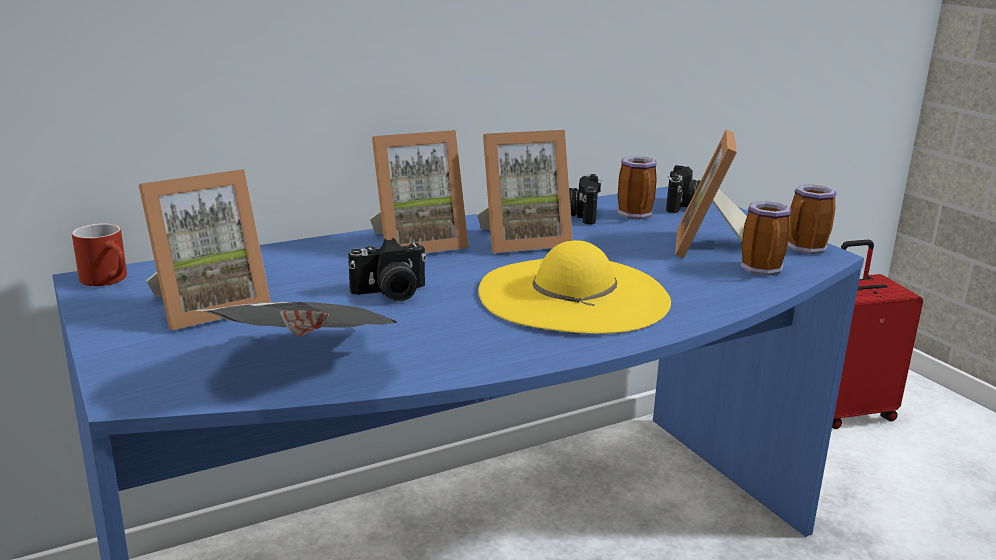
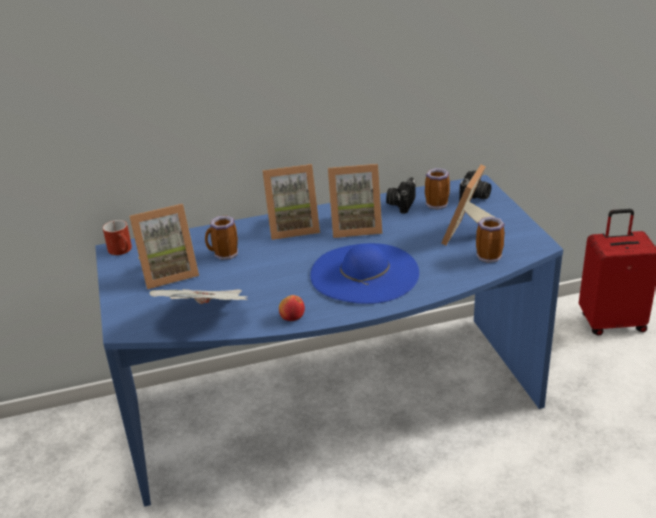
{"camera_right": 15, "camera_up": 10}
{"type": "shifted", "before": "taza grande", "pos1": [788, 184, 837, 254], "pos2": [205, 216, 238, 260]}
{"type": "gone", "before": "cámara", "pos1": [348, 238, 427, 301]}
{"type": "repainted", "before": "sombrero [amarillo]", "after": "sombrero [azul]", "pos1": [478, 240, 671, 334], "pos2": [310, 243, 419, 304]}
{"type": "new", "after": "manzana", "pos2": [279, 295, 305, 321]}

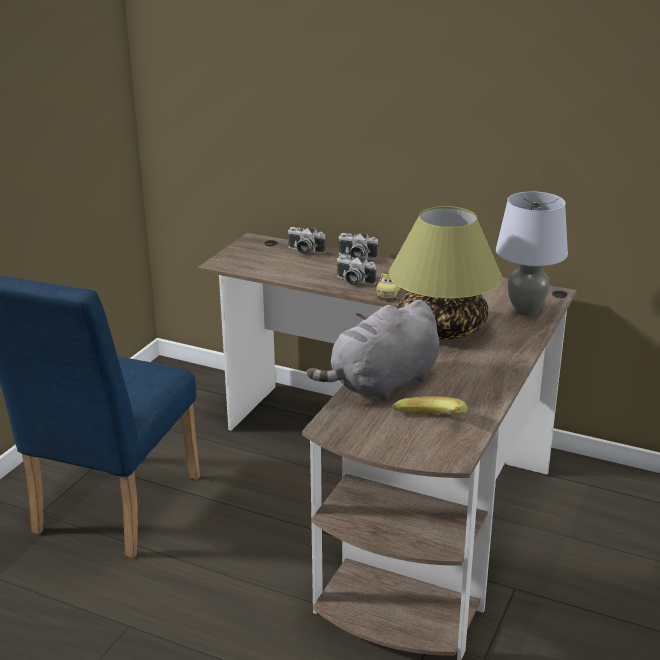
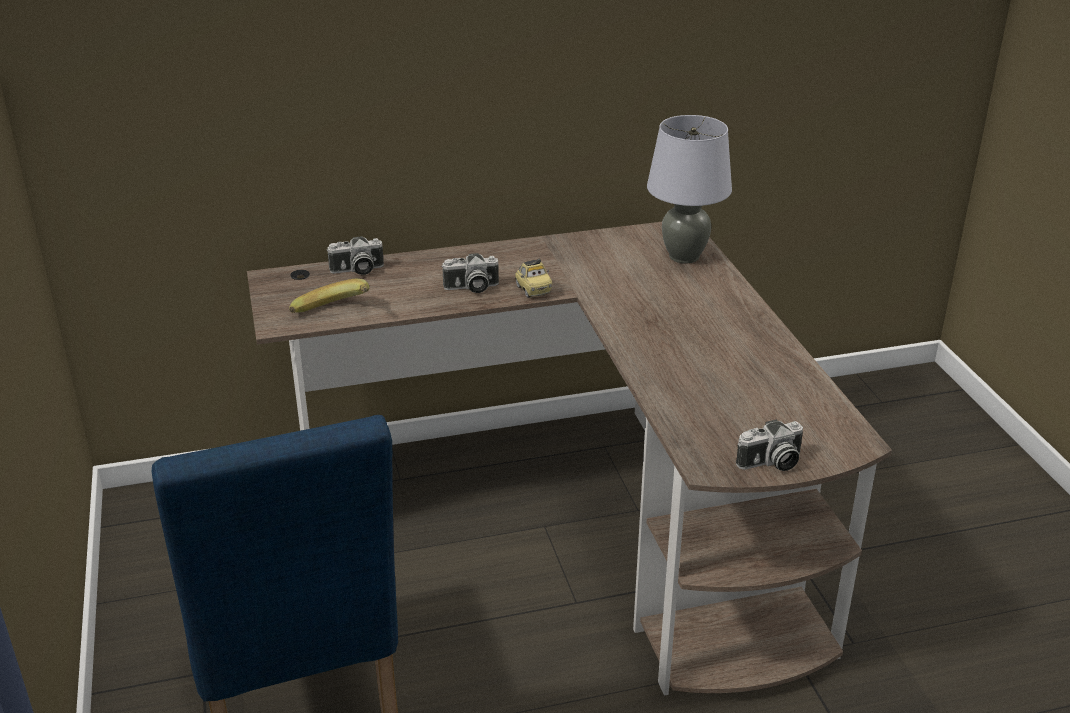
{"camera_right": -40, "camera_up": 5}
{"type": "gone", "before": "lámpara de mesa", "pos1": [389, 206, 502, 340]}
{"type": "shifted", "before": "cámara", "pos1": [338, 233, 378, 259], "pos2": [736, 419, 803, 471]}
{"type": "gone", "before": "peluche [gris]", "pos1": [307, 300, 439, 401]}
{"type": "shifted", "before": "plátano", "pos1": [392, 396, 467, 415], "pos2": [289, 279, 370, 313]}

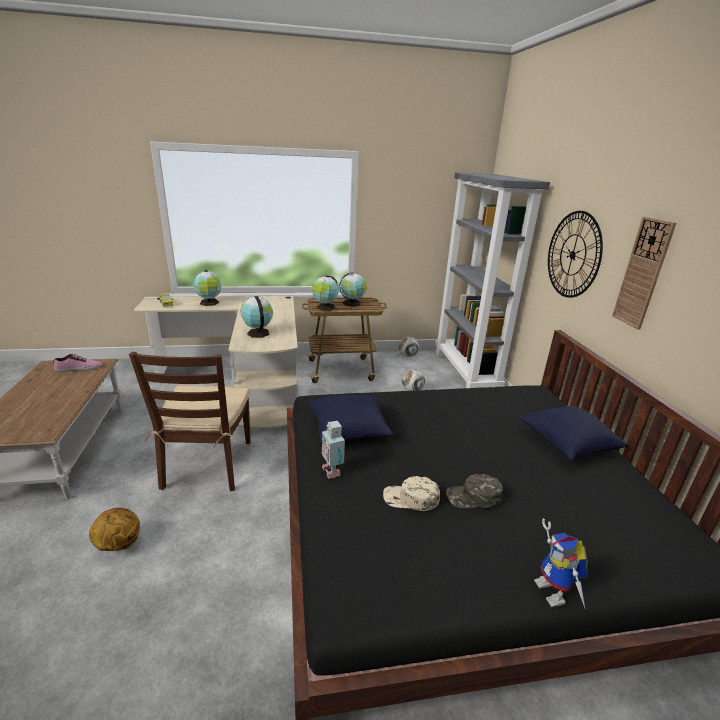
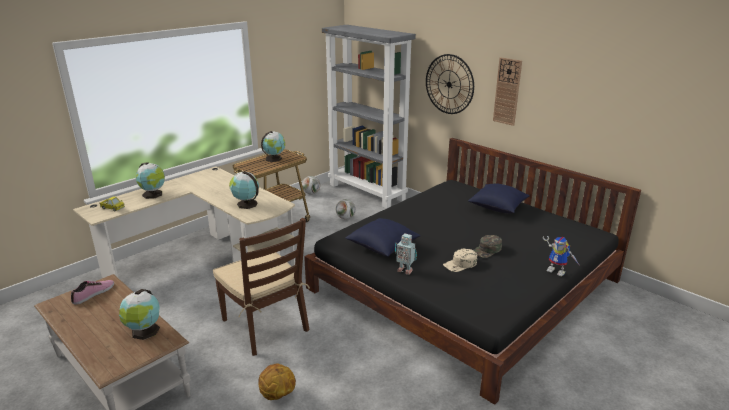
{"camera_right": -35, "camera_up": 0}
{"type": "shifted", "before": "globo terráqueo", "pos1": [312, 275, 339, 311], "pos2": [119, 289, 160, 340]}

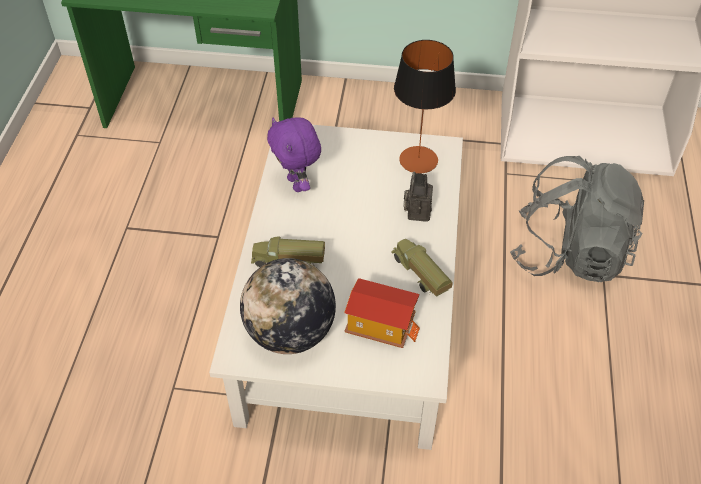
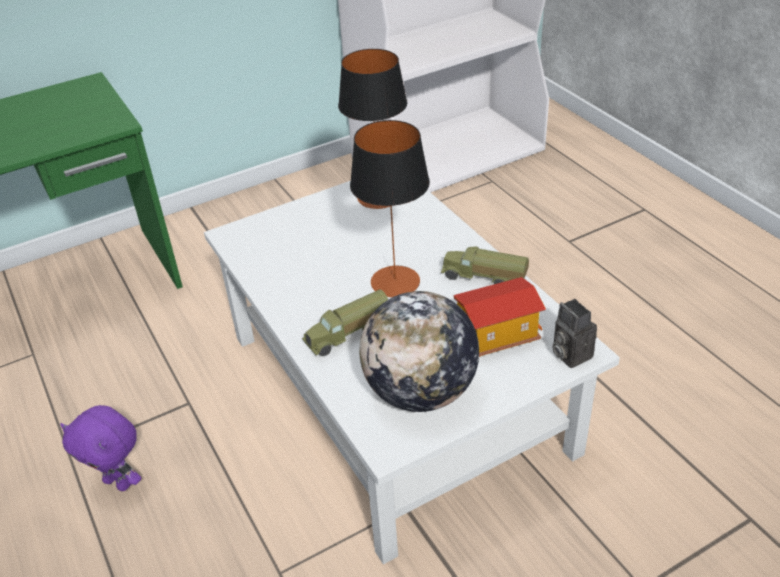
{"camera_right": -35, "camera_up": -10}
{"type": "shifted", "before": "peluche [morado]", "pos1": [267, 118, 321, 192], "pos2": [60, 405, 141, 491]}
{"type": "gone", "before": "mochila [gris]", "pos1": [510, 156, 645, 282]}
{"type": "shifted", "before": "cámara", "pos1": [403, 171, 433, 222], "pos2": [552, 299, 597, 368]}
{"type": "new", "after": "lámpara de mesa", "pos2": [350, 120, 430, 297]}

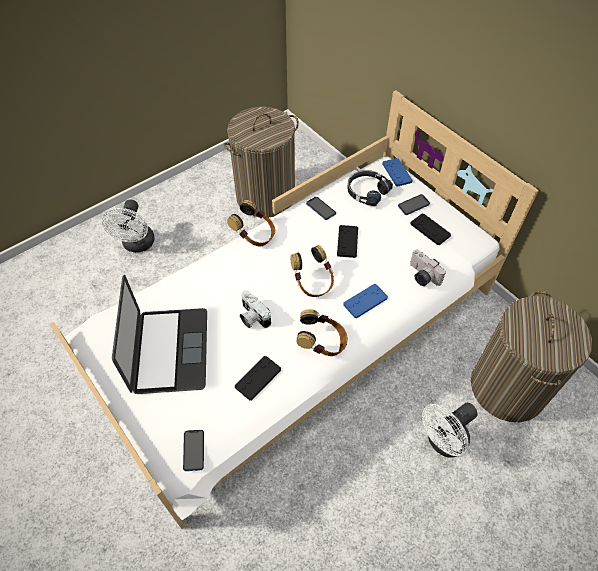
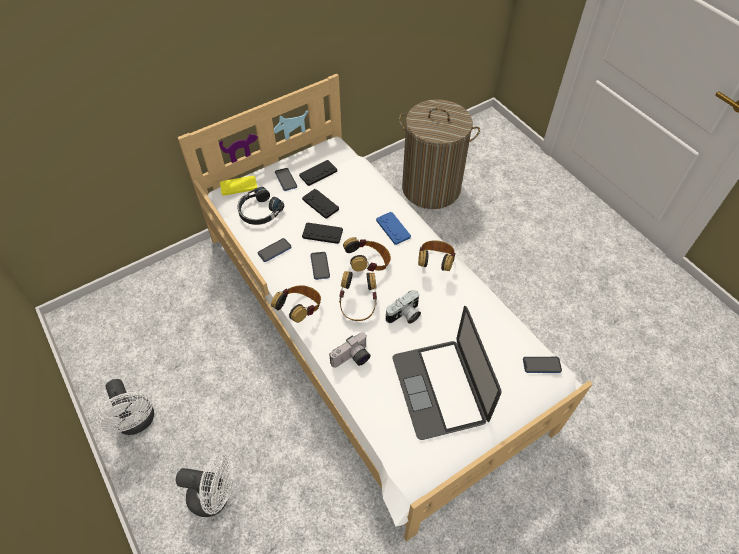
{"camera_right": -85, "camera_up": 0}
{"type": "gone", "before": "cesto de la ropa", "pos1": [224, 107, 299, 218]}
{"type": "repainted", "before": "mando de consola [azul]", "after": "mando de consola [amarillo]", "pos1": [382, 158, 413, 187], "pos2": [220, 175, 257, 196]}
{"type": "shifted", "before": "cámara", "pos1": [410, 250, 446, 286], "pos2": [329, 332, 370, 368]}
{"type": "rotated", "before": "portátil", "pos1": [112, 275, 207, 394], "pos2": [393, 306, 501, 440], "turn": -105}
{"type": "shifted", "before": "mando de consola [negro]", "pos1": [235, 356, 281, 401], "pos2": [302, 189, 339, 219]}
{"type": "shifted", "before": "ventilador [blanco]", "pos1": [422, 403, 478, 458], "pos2": [95, 379, 154, 435]}
{"type": "new", "after": "móvil", "pos2": [310, 252, 330, 280]}
{"type": "new", "after": "auriculares", "pos2": [339, 271, 377, 321]}

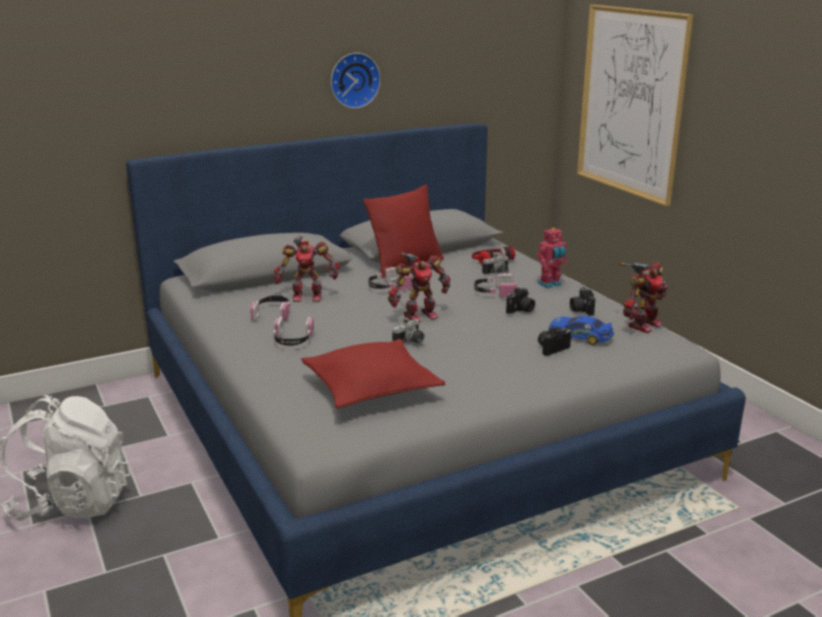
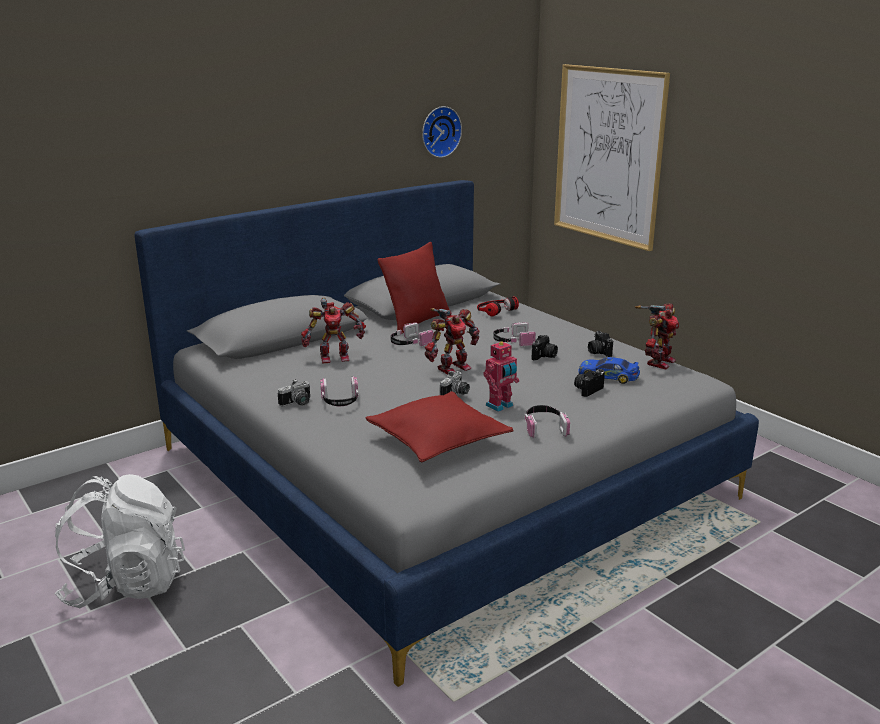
{"camera_right": -10, "camera_up": 0}
{"type": "shifted", "before": "reloj de pared", "pos1": [331, 53, 381, 109], "pos2": [422, 106, 462, 158]}
{"type": "shifted", "before": "robot de juguete", "pos1": [537, 227, 568, 289], "pos2": [484, 341, 519, 412]}
{"type": "shifted", "before": "cámara", "pos1": [482, 253, 509, 275], "pos2": [278, 379, 310, 407]}
{"type": "shifted", "before": "auriculares", "pos1": [250, 295, 291, 322], "pos2": [524, 405, 570, 438]}

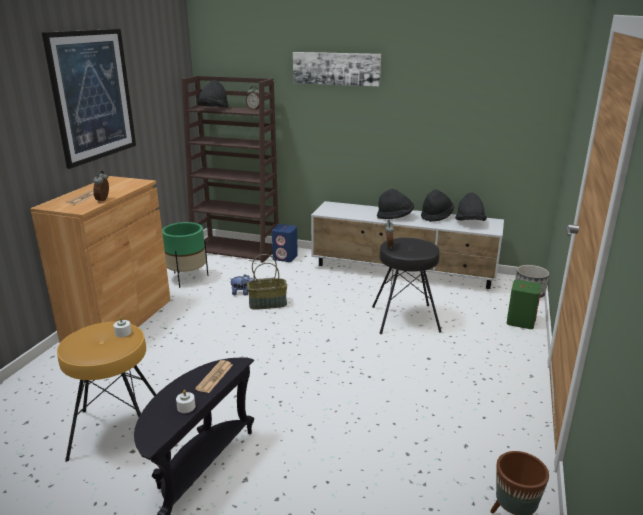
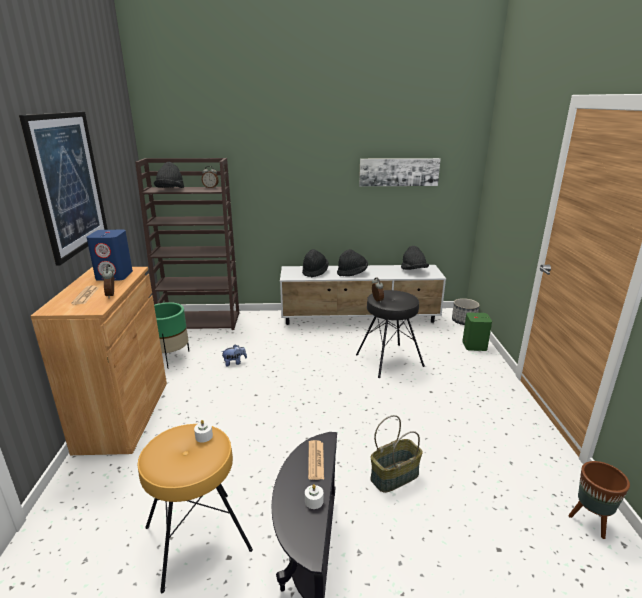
{"camera_right": -20, "camera_up": 0}
{"type": "shifted", "before": "cuadro", "pos1": [293, 52, 381, 87], "pos2": [359, 158, 441, 186]}
{"type": "shifted", "before": "sombrero [negro]", "pos1": [421, 190, 454, 222], "pos2": [302, 249, 329, 277]}
{"type": "shifted", "before": "altavoz [azul]", "pos1": [272, 224, 298, 262], "pos2": [87, 230, 133, 281]}
{"type": "shifted", "before": "cesta", "pos1": [247, 254, 287, 310], "pos2": [370, 415, 423, 493]}

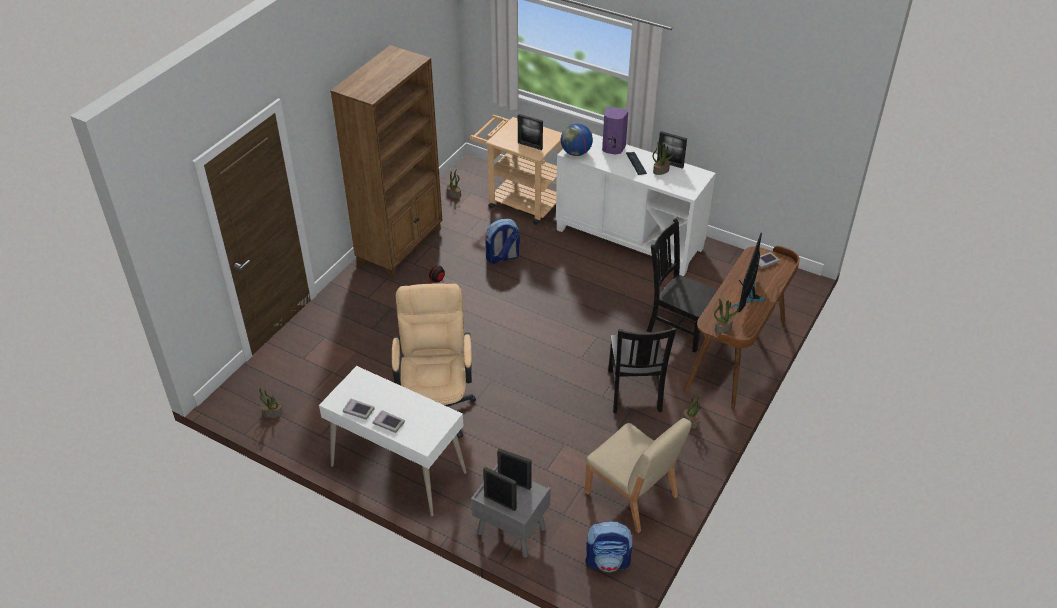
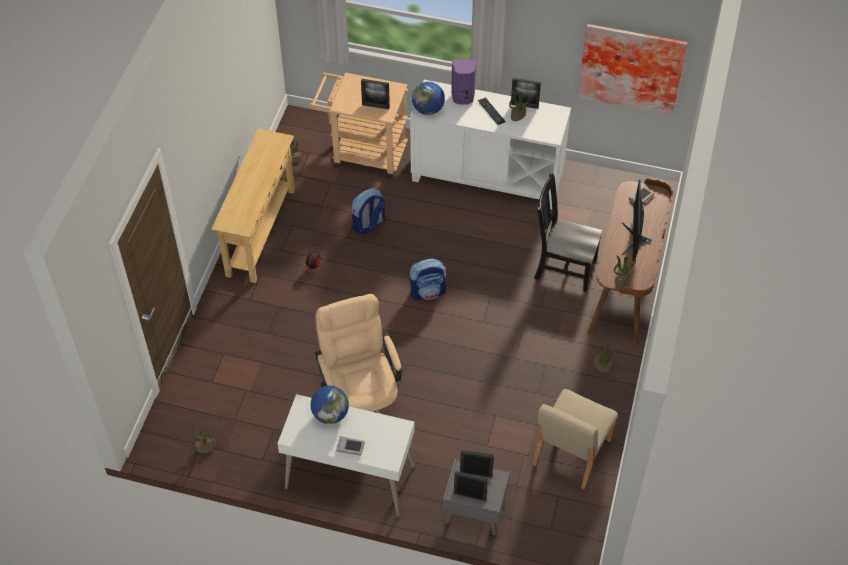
{"camera_right": -15, "camera_up": 10}
{"type": "swapped", "before": "estantería [marrón]", "after": "mesa consola [beis]", "pos1": [330, 45, 443, 278], "pos2": [211, 129, 295, 283]}
{"type": "gone", "before": "silla [negro]", "pos1": [608, 328, 676, 414]}
{"type": "gone", "before": "libro", "pos1": [343, 398, 374, 420]}
{"type": "rotated", "before": "silla [beis]", "pos1": [585, 418, 692, 533], "pos2": [532, 389, 618, 490], "turn": 90}
{"type": "shifted", "before": "mochila", "pos1": [586, 521, 634, 572], "pos2": [409, 258, 446, 300]}
{"type": "new", "after": "cuadro", "pos2": [578, 24, 688, 115]}
{"type": "new", "after": "globo terráqueo", "pos2": [311, 386, 349, 424]}

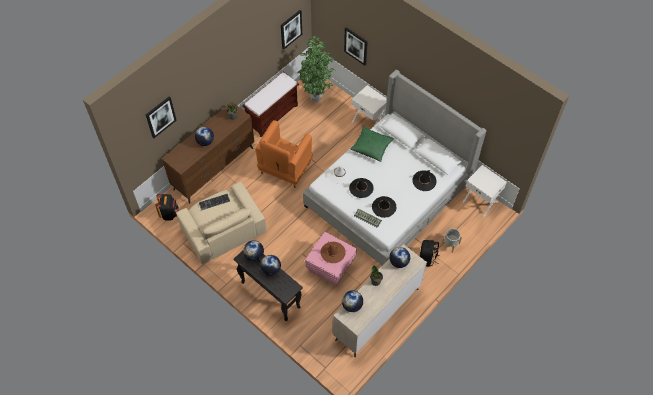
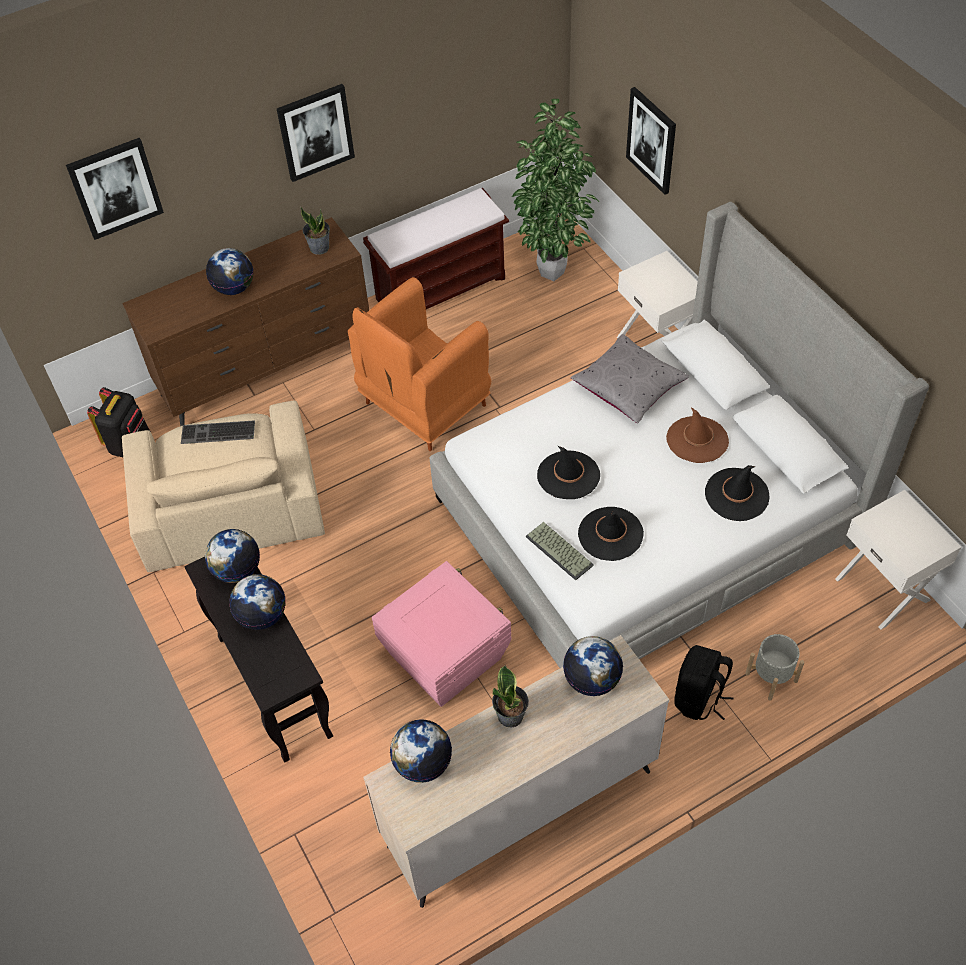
{"camera_right": 20, "camera_up": -5}
{"type": "shifted", "before": "cuadro", "pos1": [281, 10, 302, 50], "pos2": [277, 84, 355, 182]}
{"type": "repainted", "before": "cojín [verde]", "after": "cojín [gris]", "pos1": [350, 126, 394, 162], "pos2": [570, 334, 689, 423]}
{"type": "gone", "before": "sombrero [blanco]", "pos1": [328, 164, 352, 184]}
{"type": "shifted", "before": "sombrero [marrón]", "pos1": [321, 242, 346, 263], "pos2": [666, 407, 729, 463]}

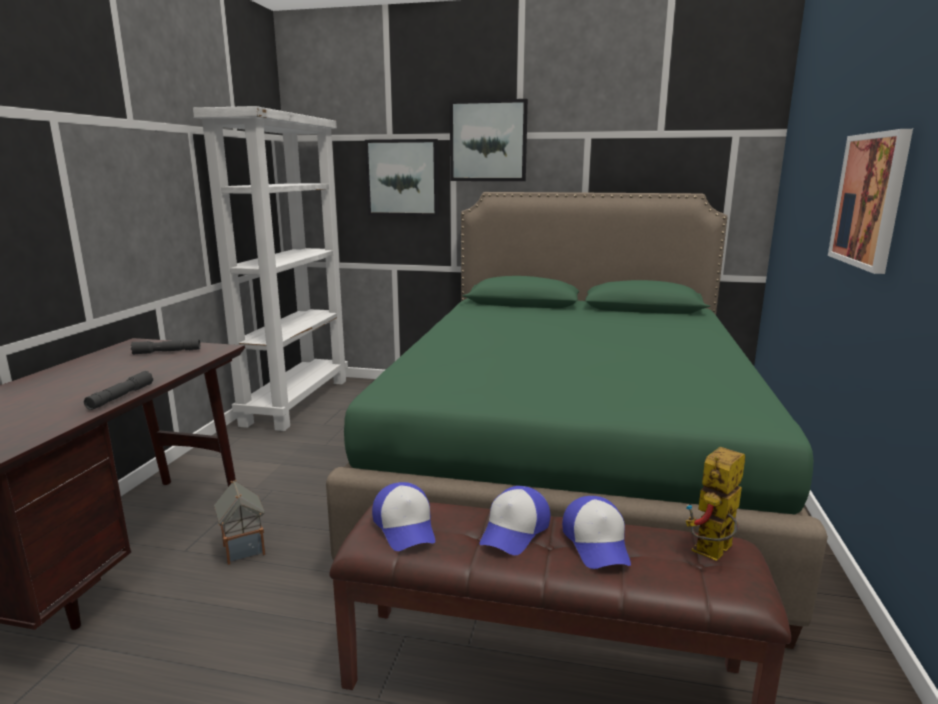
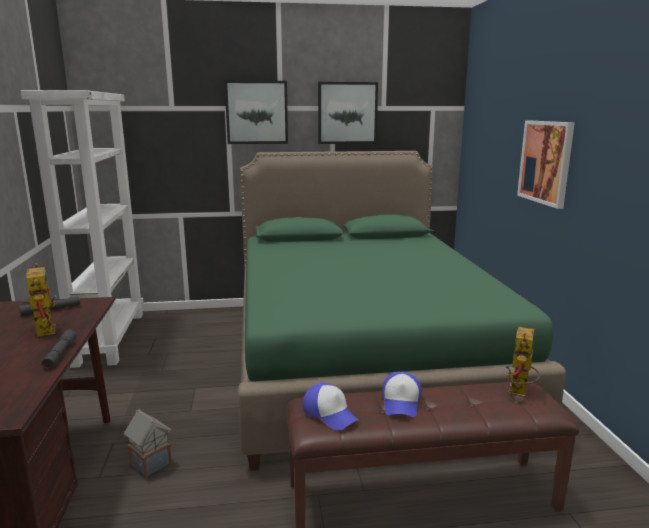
{"camera_right": -20, "camera_up": 0}
{"type": "shifted", "before": "cuadro", "pos1": [365, 139, 439, 216], "pos2": [318, 82, 378, 144]}
{"type": "gone", "before": "gorra", "pos1": [562, 496, 631, 569]}
{"type": "new", "after": "robot de juguete", "pos2": [22, 263, 57, 337]}

